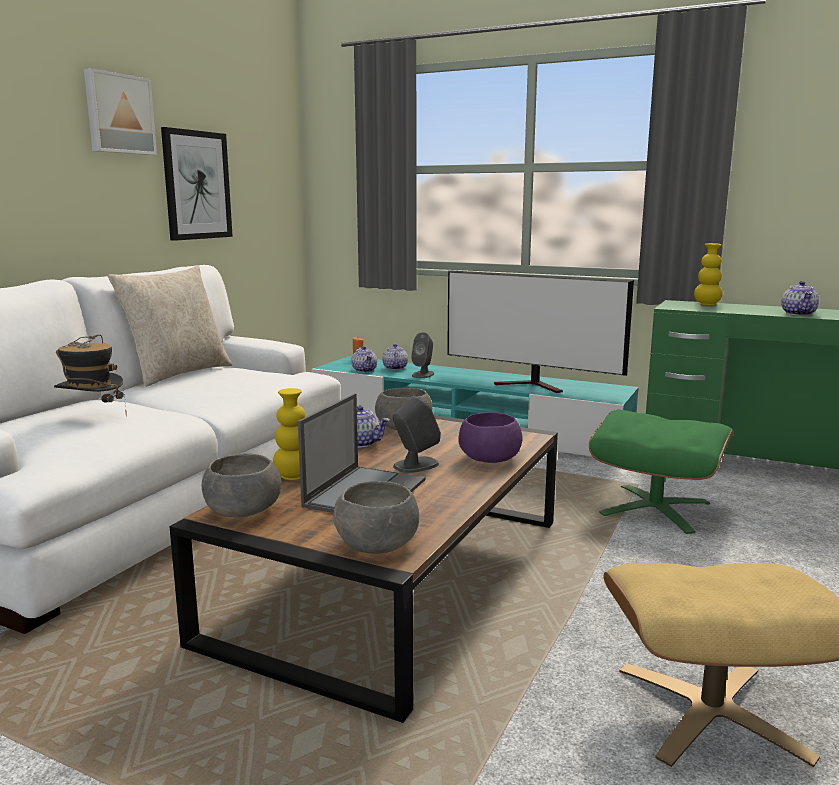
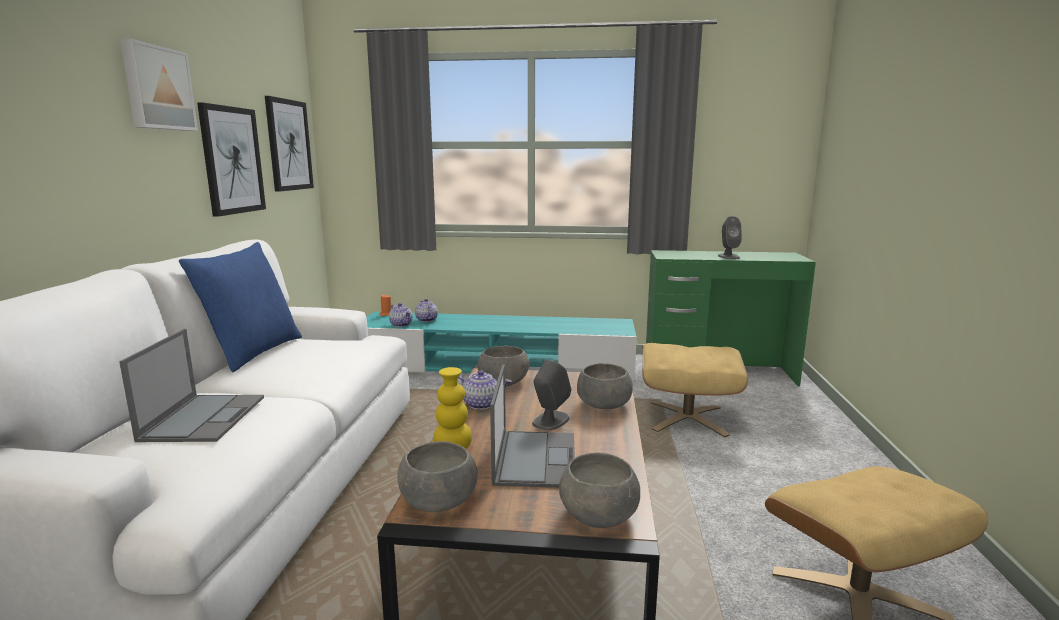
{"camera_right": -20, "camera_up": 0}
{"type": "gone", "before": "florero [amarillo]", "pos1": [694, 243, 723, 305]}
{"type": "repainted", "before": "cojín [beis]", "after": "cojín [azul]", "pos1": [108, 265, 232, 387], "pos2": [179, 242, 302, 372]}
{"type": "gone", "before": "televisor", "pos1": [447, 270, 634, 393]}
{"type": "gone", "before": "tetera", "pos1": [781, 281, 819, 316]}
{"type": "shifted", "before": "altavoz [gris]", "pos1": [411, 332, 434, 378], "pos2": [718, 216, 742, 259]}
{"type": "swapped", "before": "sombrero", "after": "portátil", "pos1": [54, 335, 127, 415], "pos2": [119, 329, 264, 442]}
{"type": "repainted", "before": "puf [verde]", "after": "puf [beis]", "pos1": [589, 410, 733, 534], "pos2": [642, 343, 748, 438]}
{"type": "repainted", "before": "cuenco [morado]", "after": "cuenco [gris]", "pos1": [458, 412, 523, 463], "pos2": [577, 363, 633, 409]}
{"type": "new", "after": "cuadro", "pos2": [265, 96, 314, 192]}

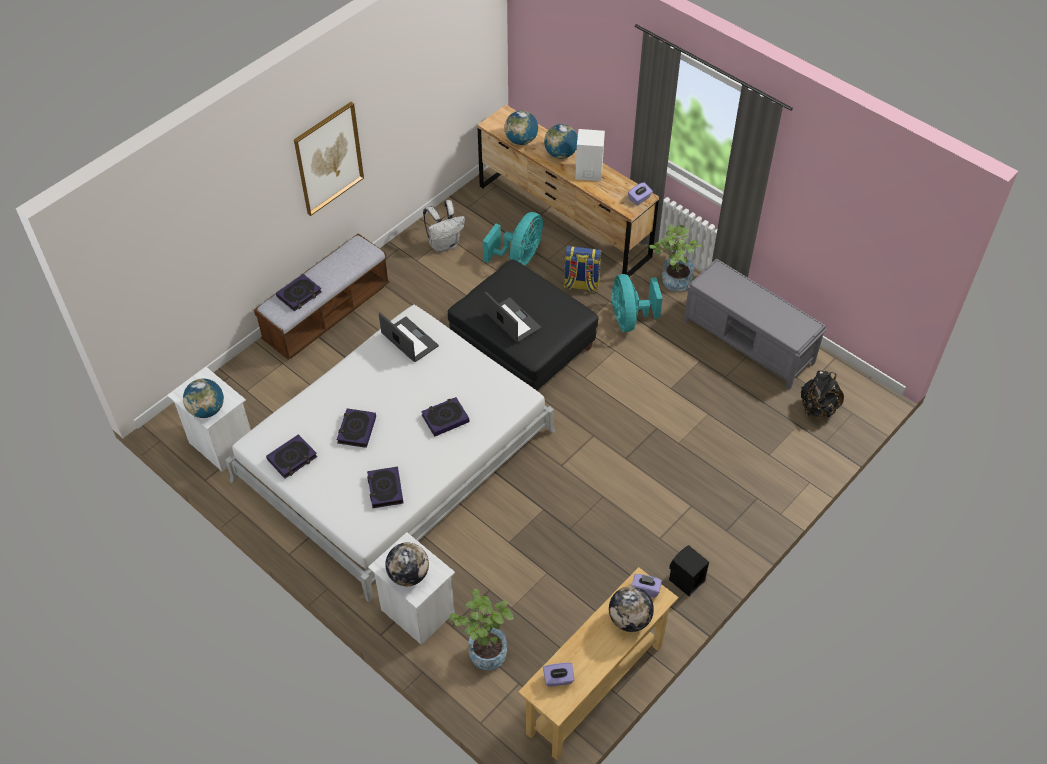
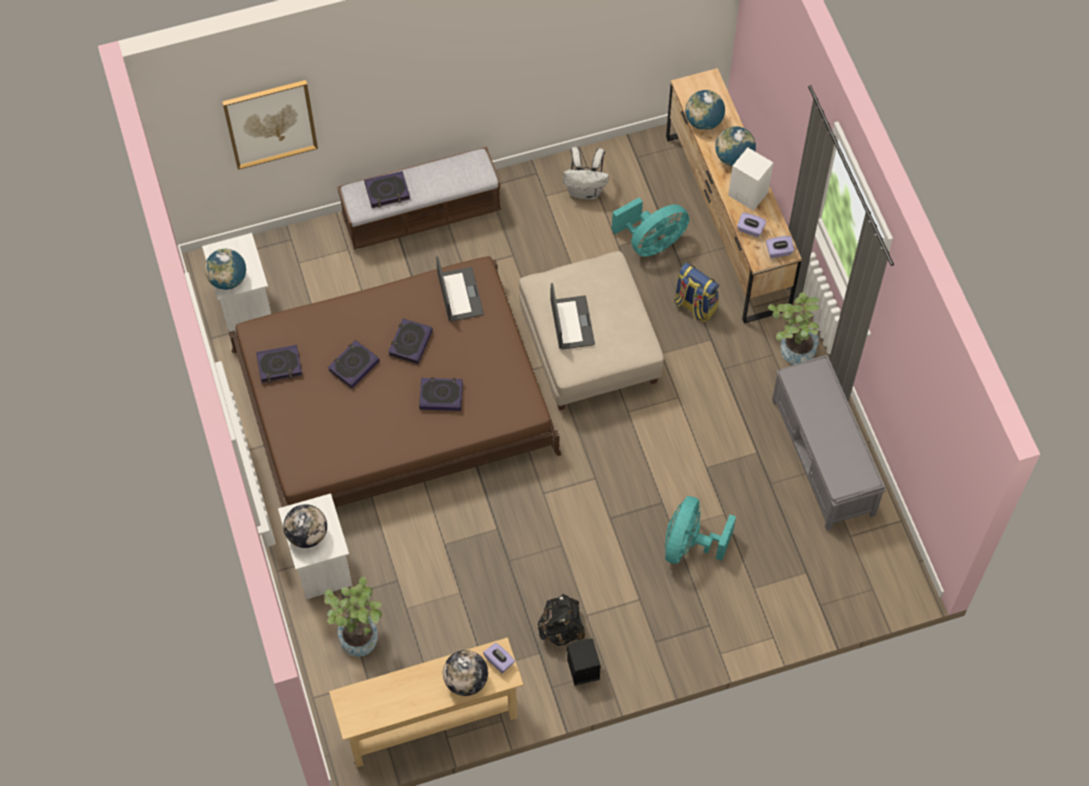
{"camera_right": 30, "camera_up": 10}
{"type": "shifted", "before": "cuadro", "pos1": [294, 102, 364, 216], "pos2": [222, 80, 318, 170]}
{"type": "repainted", "before": "puf [negro]", "after": "puf [beis]", "pos1": [448, 259, 599, 390], "pos2": [519, 251, 664, 411]}
{"type": "shifted", "before": "ventilador [turquesa]", "pos1": [612, 274, 663, 332], "pos2": [665, 496, 736, 564]}
{"type": "repainted", "before": "cama [blanco]", "after": "cama [marrón]", "pos1": [225, 305, 556, 602], "pos2": [229, 256, 562, 534]}
{"type": "shifted", "before": "mochila [negro]", "pos1": [801, 371, 844, 417], "pos2": [538, 594, 585, 646]}
{"type": "shifted", "before": "libro", "pos1": [367, 467, 404, 508], "pos2": [388, 318, 433, 364]}
{"type": "shifted", "before": "caja de pañuelos [morado]", "pos1": [543, 663, 574, 687], "pos2": [737, 213, 766, 237]}

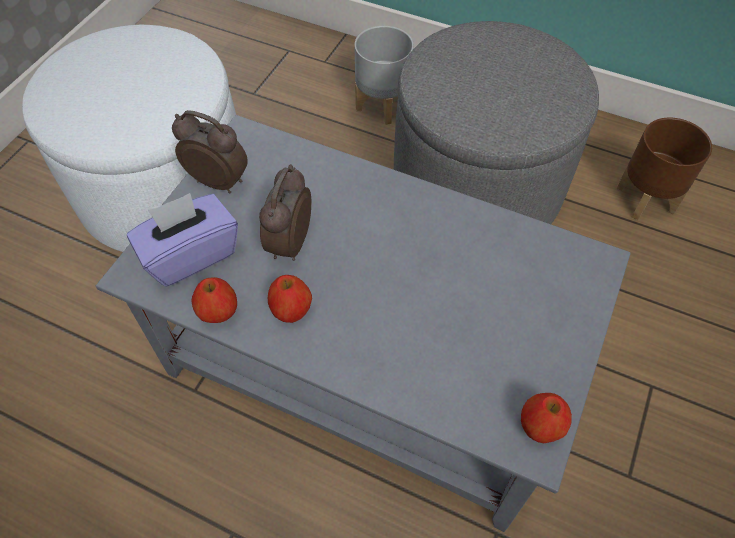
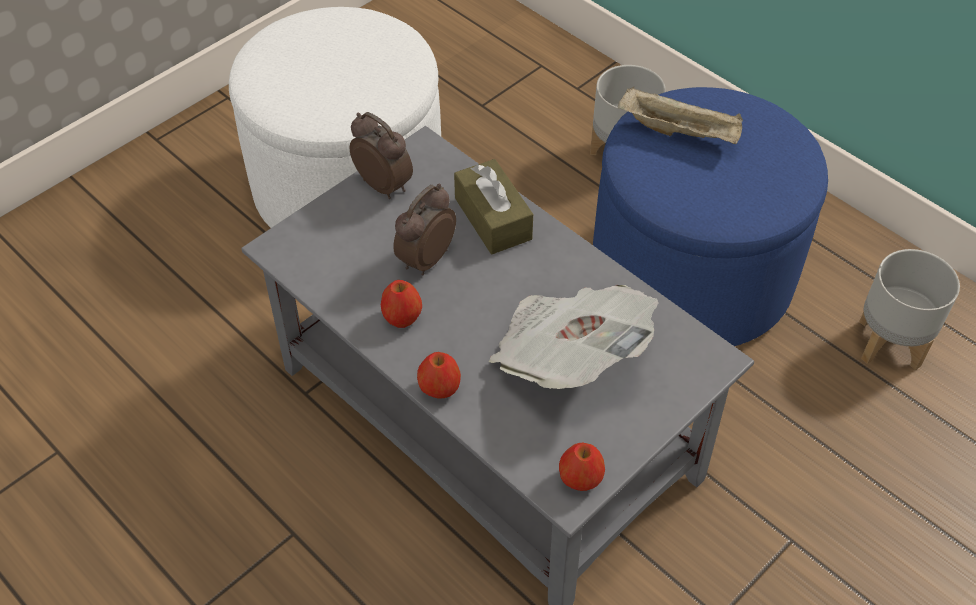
{"camera_right": 20, "camera_up": -5}
{"type": "repainted", "before": "puf [gris]", "after": "puf [azul]", "pos1": [394, 21, 599, 224], "pos2": [593, 87, 828, 346]}
{"type": "repainted", "before": "maceta [marrón]", "after": "maceta [gris]", "pos1": [616, 118, 712, 220], "pos2": [859, 249, 960, 370]}
{"type": "gone", "before": "caja de pañuelos [morado]", "pos1": [127, 193, 238, 287]}
{"type": "shifted", "before": "manzana", "pos1": [191, 277, 237, 323], "pos2": [417, 352, 461, 398]}
{"type": "new", "after": "bandeja [beis]", "pos2": [618, 87, 743, 144]}
{"type": "new", "after": "caja de pañuelos [marrón]", "pos2": [454, 159, 533, 254]}
{"type": "new", "after": "periódico", "pos2": [489, 285, 659, 389]}

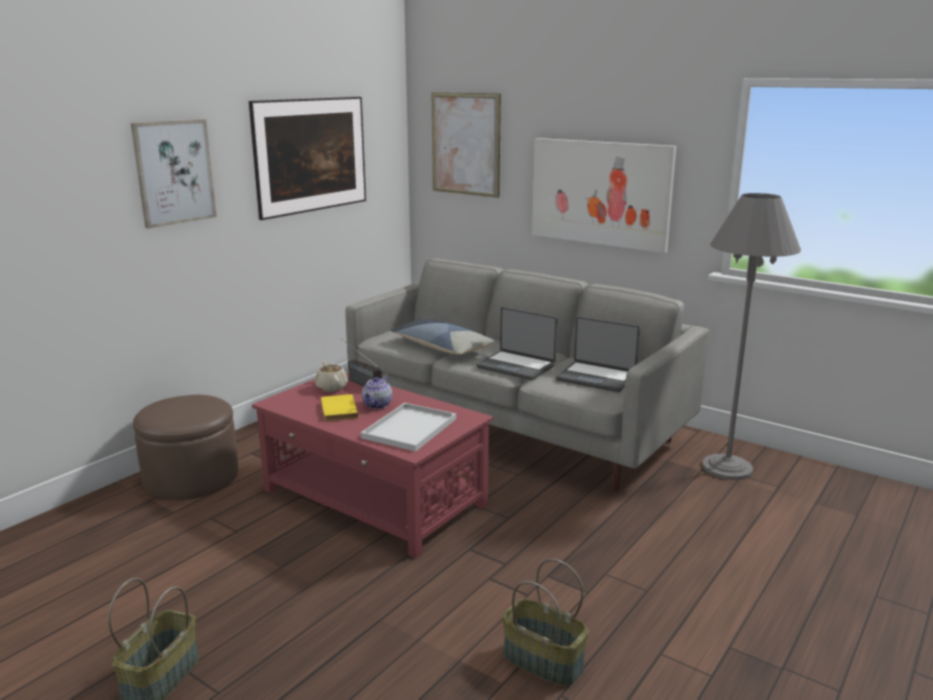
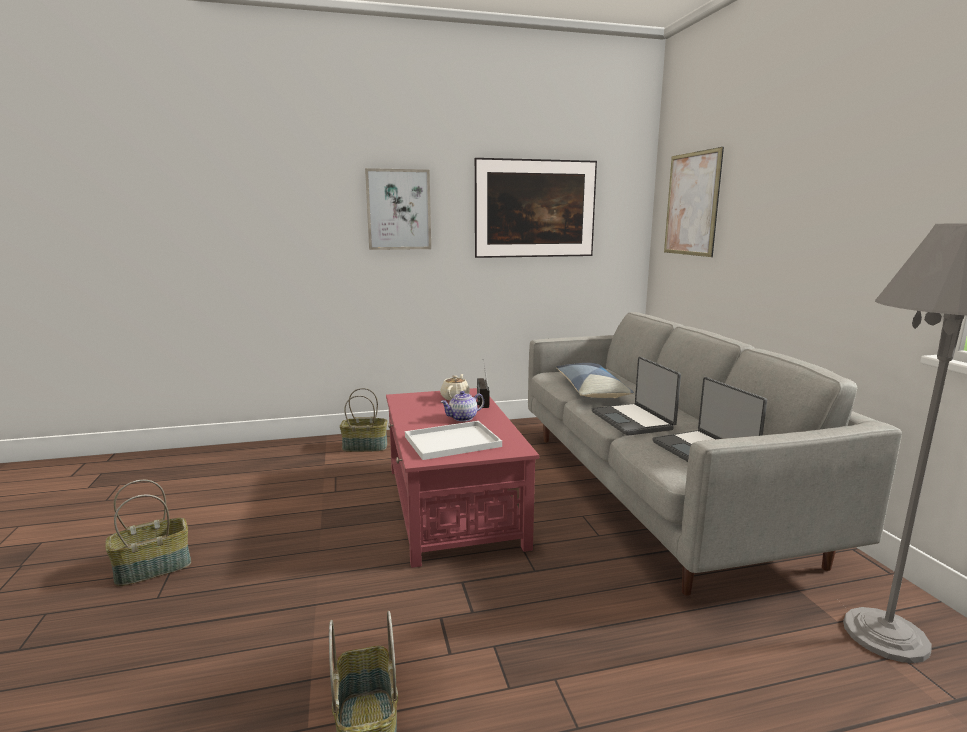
{"camera_right": 40, "camera_up": -5}
{"type": "gone", "before": "cuadro", "pos1": [532, 138, 677, 253]}
{"type": "gone", "before": "libro [amarillo]", "pos1": [321, 394, 358, 421]}
{"type": "swapped", "before": "puf [marrón]", "after": "cesta", "pos1": [133, 395, 238, 500], "pos2": [340, 388, 387, 452]}

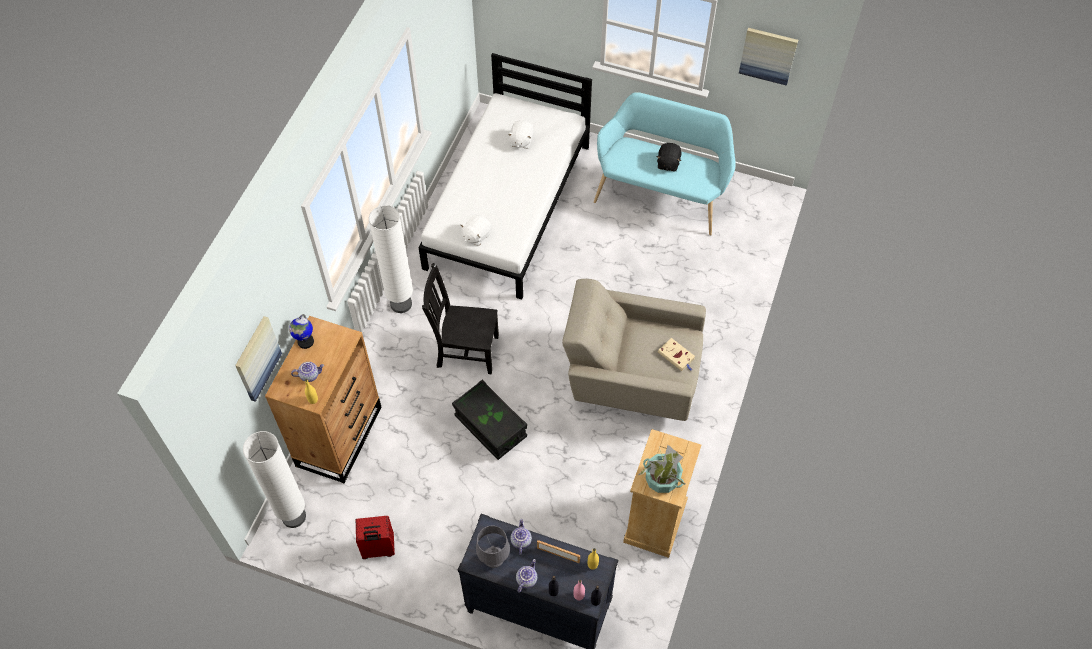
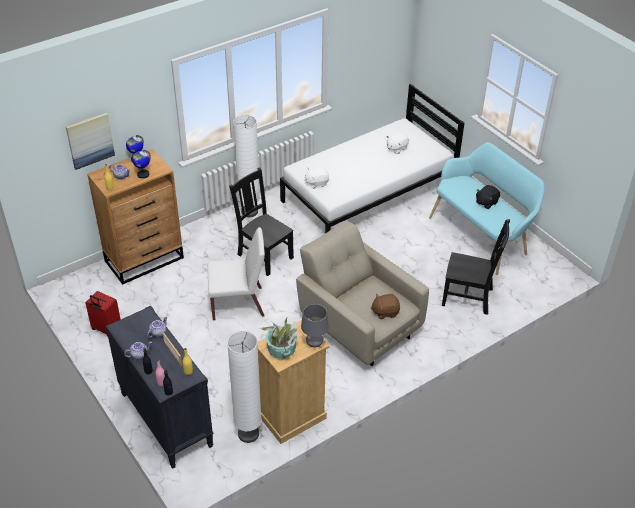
{"camera_right": 35, "camera_up": -15}
{"type": "gone", "before": "cuadro", "pos1": [739, 28, 798, 86]}
{"type": "swapped", "before": "libro [beis]", "after": "peluche [marrón]", "pos1": [658, 338, 695, 371], "pos2": [371, 294, 400, 319]}
{"type": "swapped", "before": "caja de almacenaje [negro]", "after": "silla [blanco]", "pos1": [452, 380, 527, 460], "pos2": [207, 227, 265, 320]}
{"type": "shifted", "before": "lámpara de pie [blanco]", "pos1": [243, 431, 306, 528], "pos2": [227, 331, 262, 443]}
{"type": "shifted", "before": "lámpara de mesa [gris]", "pos1": [476, 526, 510, 568], "pos2": [301, 304, 329, 348]}
{"type": "new", "after": "globo terráqueo", "pos2": [132, 150, 151, 178]}
{"type": "new", "after": "silla [negro]", "pos2": [442, 219, 510, 315]}

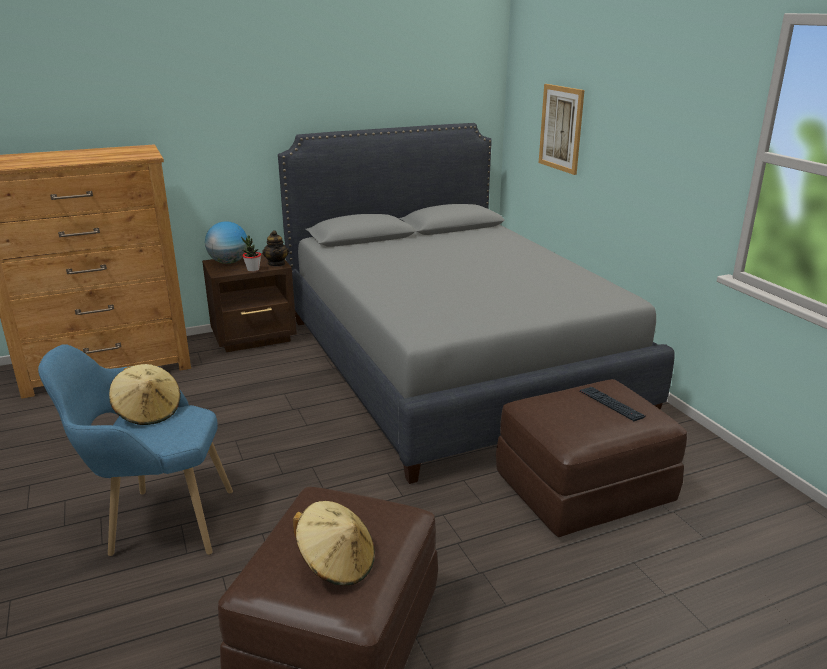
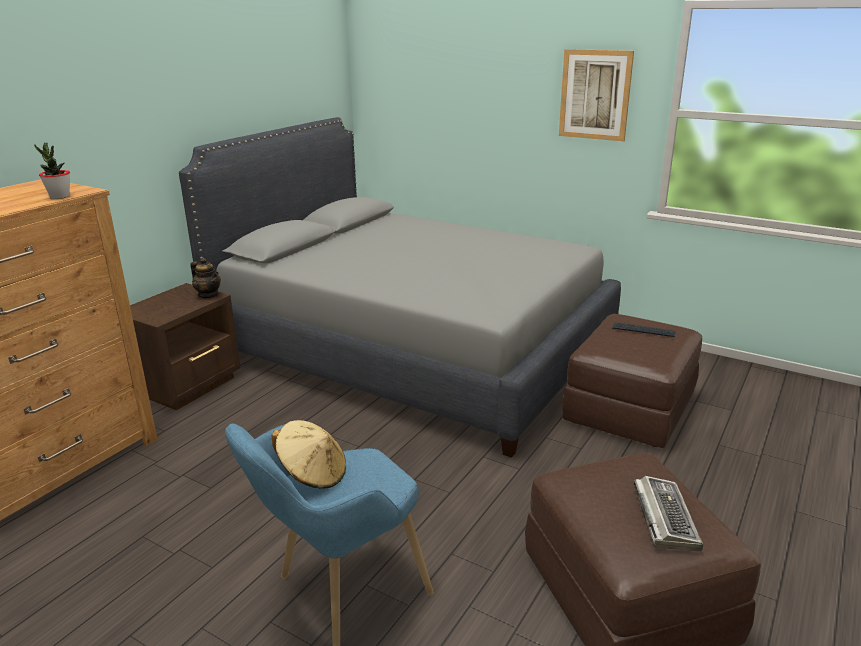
{"camera_right": -35, "camera_up": 0}
{"type": "shifted", "before": "cuadro", "pos1": [539, 84, 585, 175], "pos2": [559, 49, 634, 141]}
{"type": "gone", "before": "globo terráqueo", "pos1": [205, 221, 247, 264]}
{"type": "shifted", "before": "planta en maceta", "pos1": [241, 236, 261, 272], "pos2": [34, 143, 70, 199]}
{"type": "swapped", "before": "sombrero [beis]", "after": "teclado", "pos1": [293, 501, 375, 586], "pos2": [633, 476, 703, 552]}

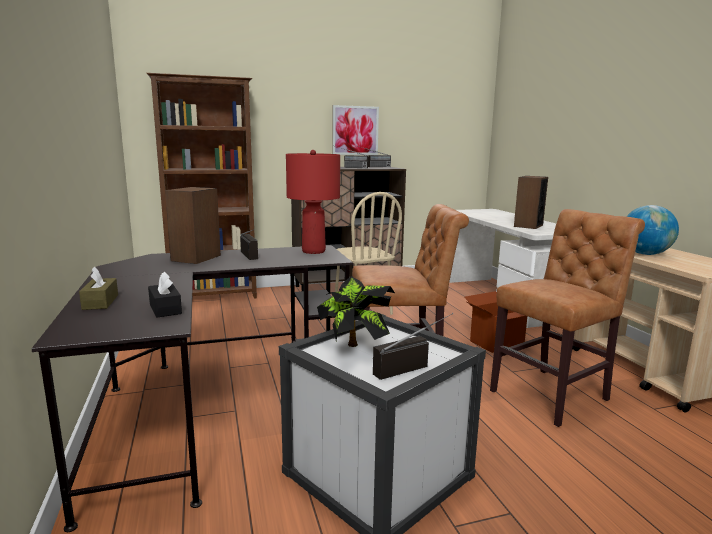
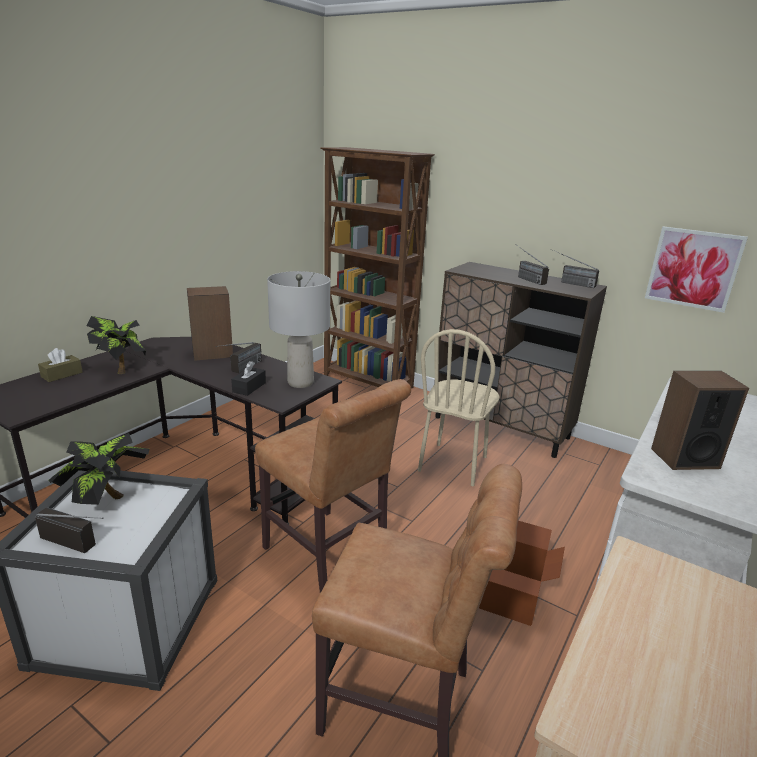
{"camera_right": 50, "camera_up": 10}
{"type": "shifted", "before": "cuadro", "pos1": [332, 105, 379, 155], "pos2": [645, 226, 748, 313]}
{"type": "repainted", "before": "lámpara de mesa [rojo]", "after": "lámpara de mesa [gris]", "pos1": [286, 150, 340, 254], "pos2": [267, 271, 330, 388]}
{"type": "gone", "before": "globo terráqueo", "pos1": [626, 205, 679, 255]}
{"type": "shifted", "before": "caja de pañuelos [negro]", "pos1": [148, 272, 182, 318], "pos2": [231, 361, 266, 396]}
{"type": "new", "after": "planta en maceta", "pos2": [86, 316, 146, 374]}

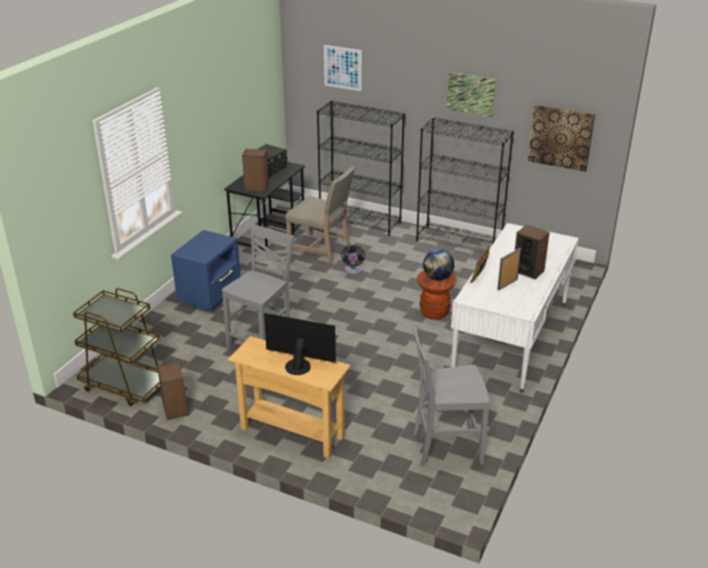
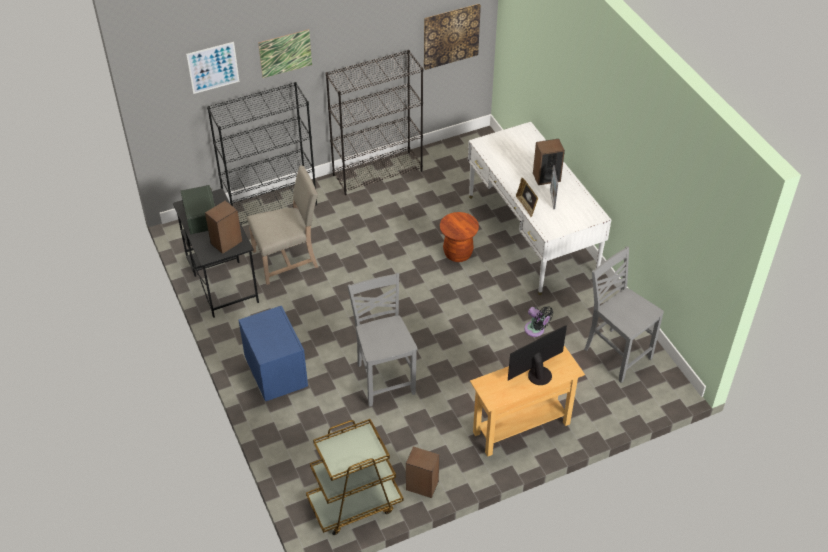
{"camera_right": -50, "camera_up": 15}
{"type": "shifted", "before": "cuadro", "pos1": [447, 72, 496, 117], "pos2": [258, 29, 312, 78]}
{"type": "shifted", "before": "ventilador [negro]", "pos1": [341, 245, 365, 274], "pos2": [524, 306, 553, 337]}
{"type": "gone", "before": "globo terráqueo", "pos1": [423, 249, 454, 280]}
{"type": "rotated", "before": "silla [gris]", "pos1": [413, 323, 490, 466], "pos2": [584, 246, 664, 383], "turn": 105}

